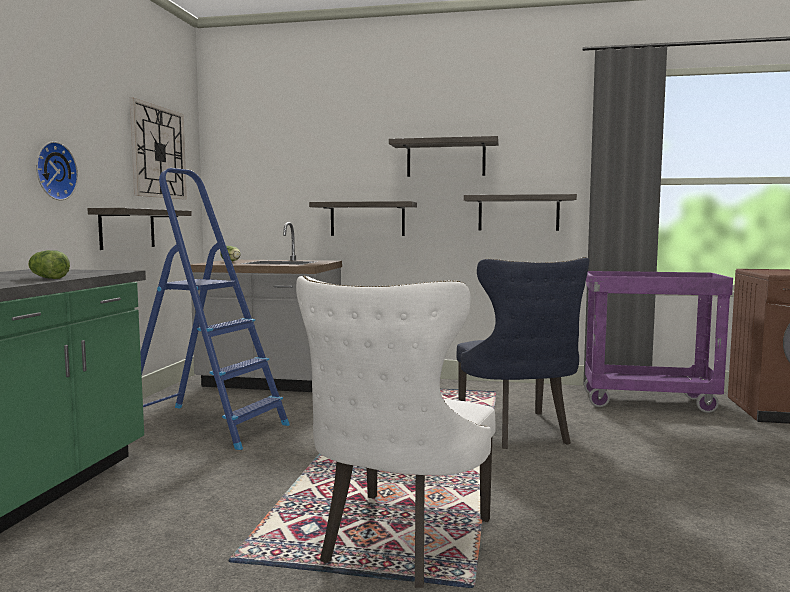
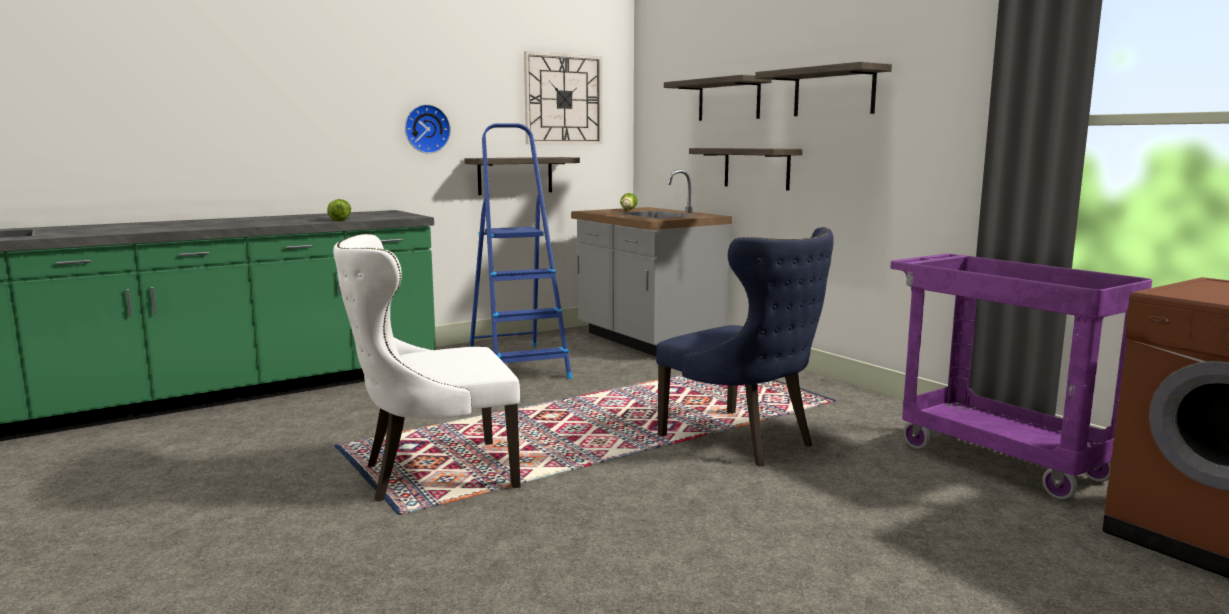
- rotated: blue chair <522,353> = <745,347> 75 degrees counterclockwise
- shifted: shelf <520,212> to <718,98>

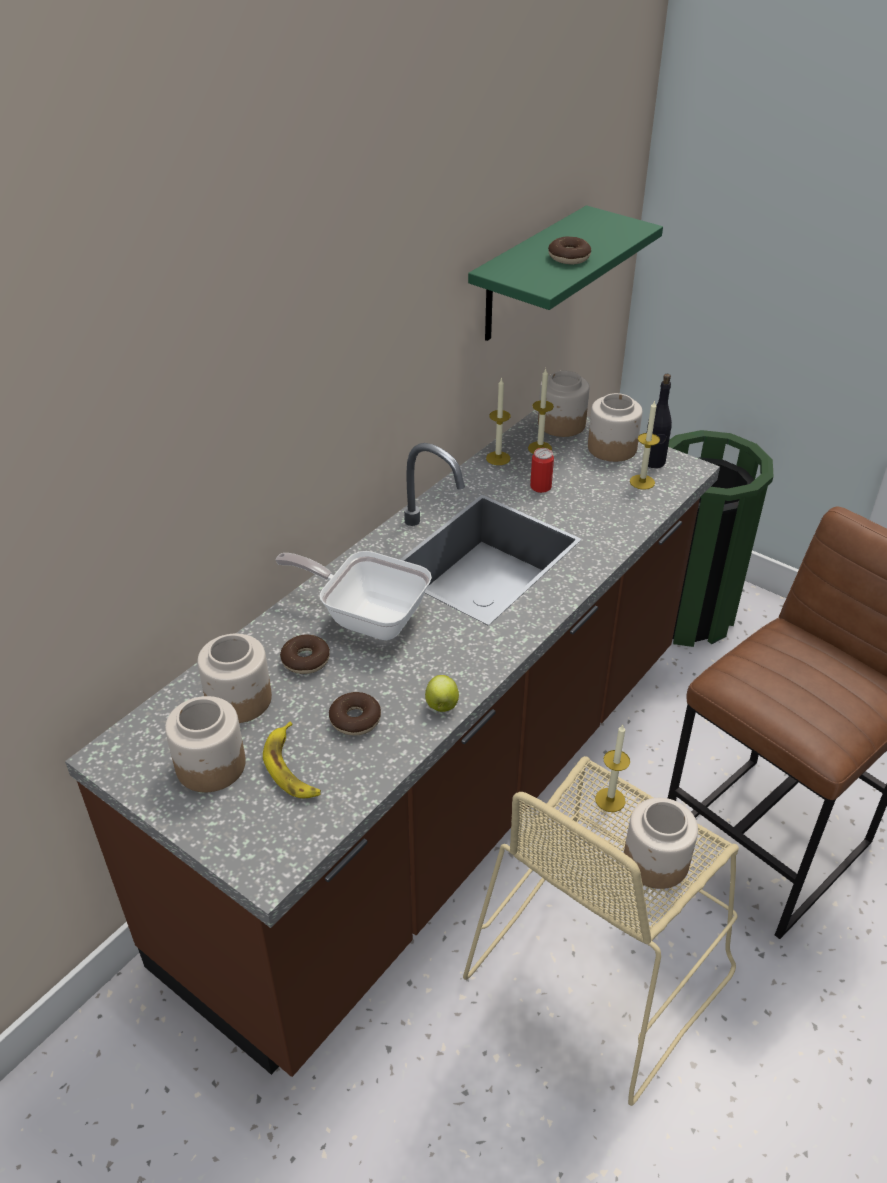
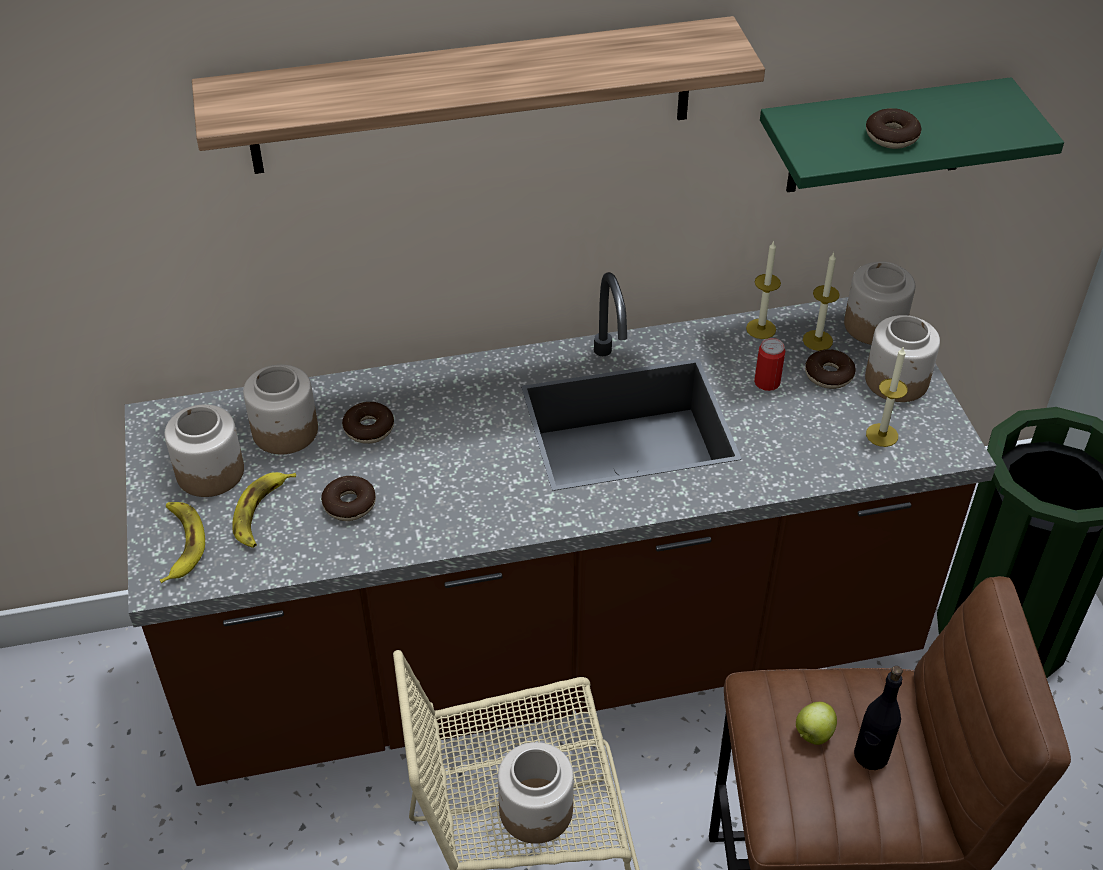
- gone: frying pan <353,595>
- shifted: apple <442,693> to <816,723>
- gone: candle <612,768>
- shifted: black bottle <659,421> to <878,718>
- new: banana <182,542>
- new: shelf <478,95>
- new: donut <830,369>

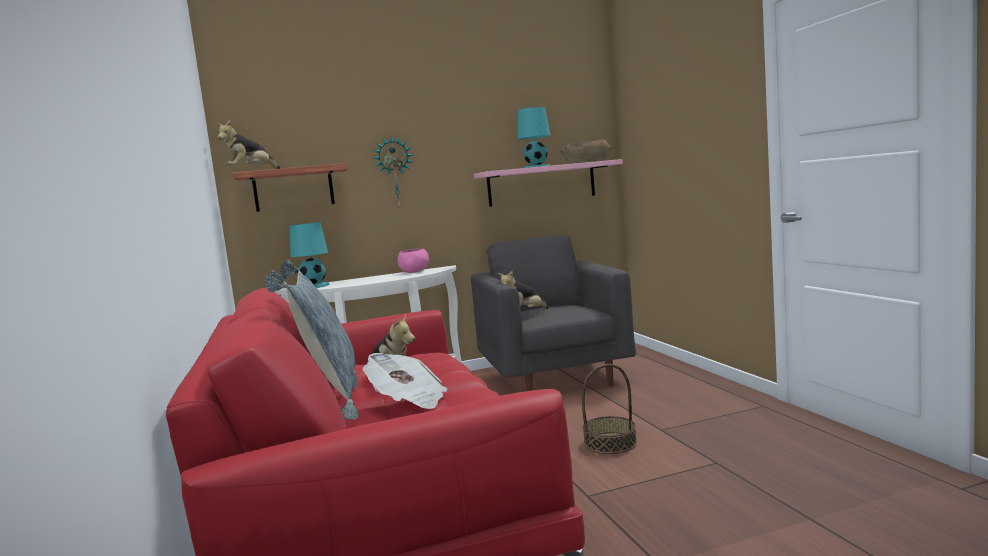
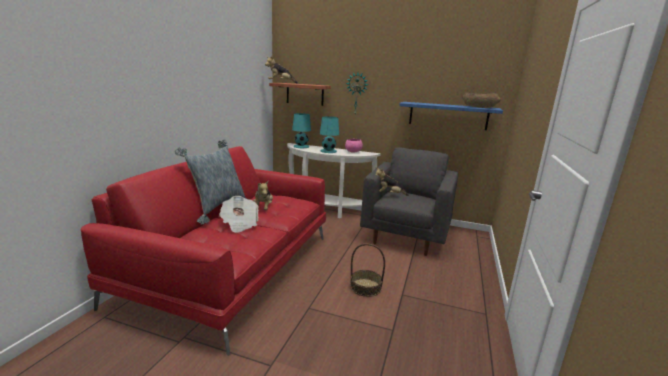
- repainted: pink shelf <548,183> to blue shelf <451,116>
- shifted: turquoise table lamp <534,137> to <329,134>

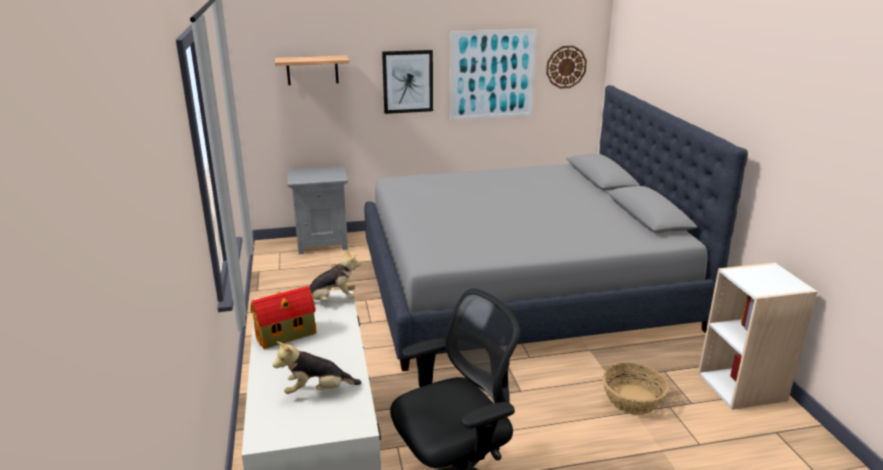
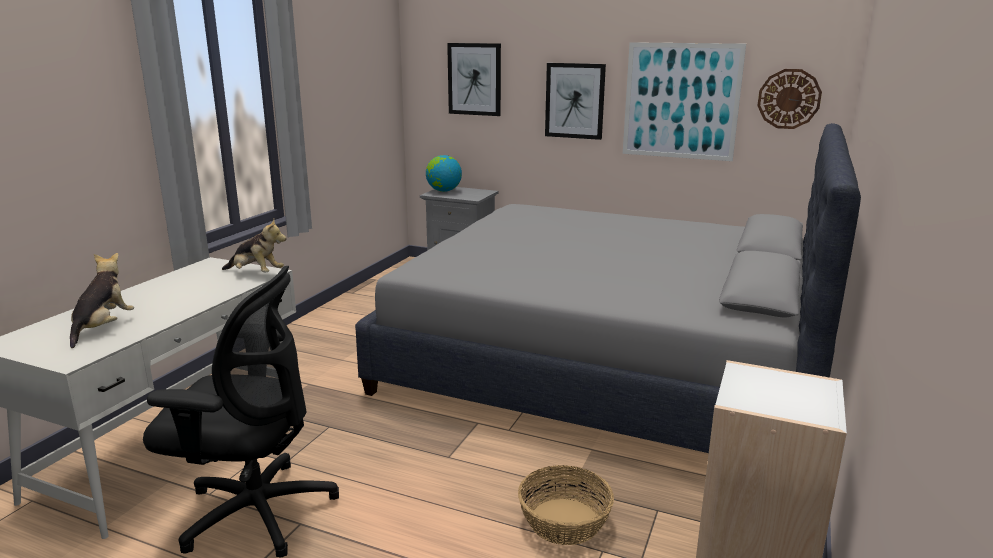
- gone: toy house <283,317>
- rotated: plush toy <317,367> = <102,300> 75 degrees clockwise
- swapped: shelf <312,70> to picture <474,79>
- new: globe <444,173>

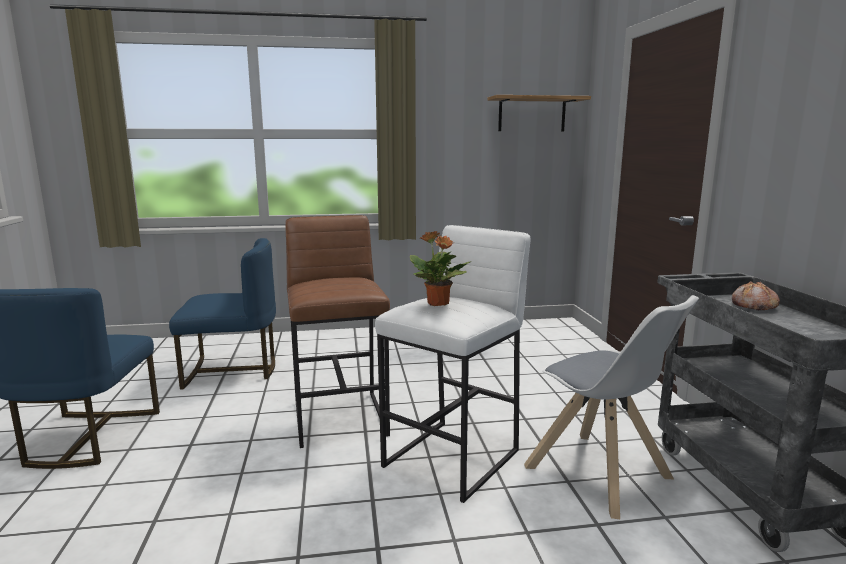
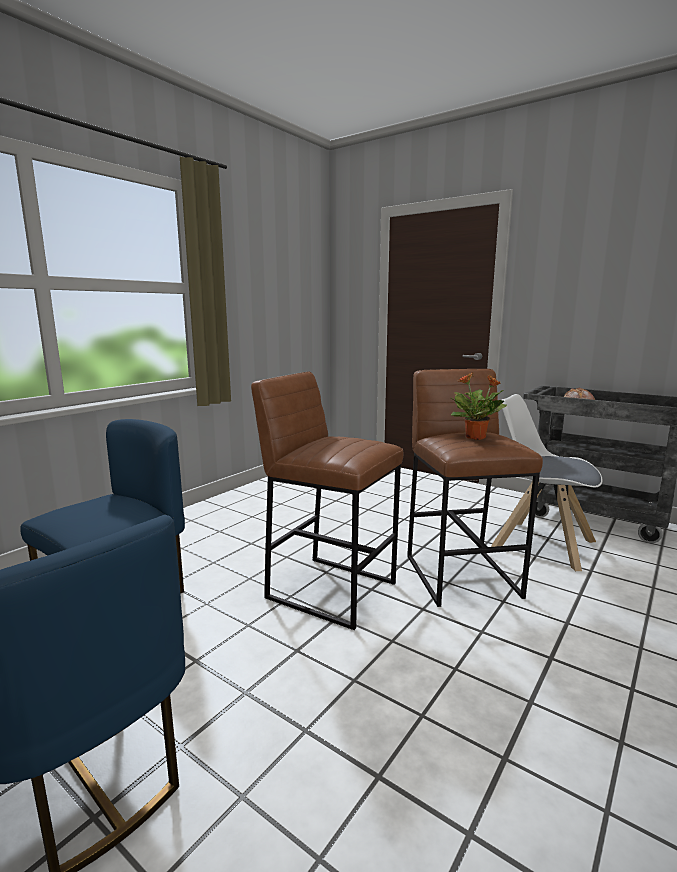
- repainted: white stool <452,364> to brown stool <475,488>
- gone: shelf <539,113>
- rotated: chair <611,407> = <546,482> 150 degrees counterclockwise

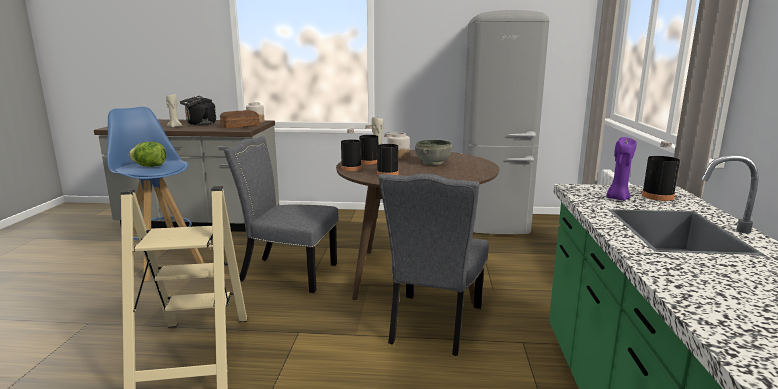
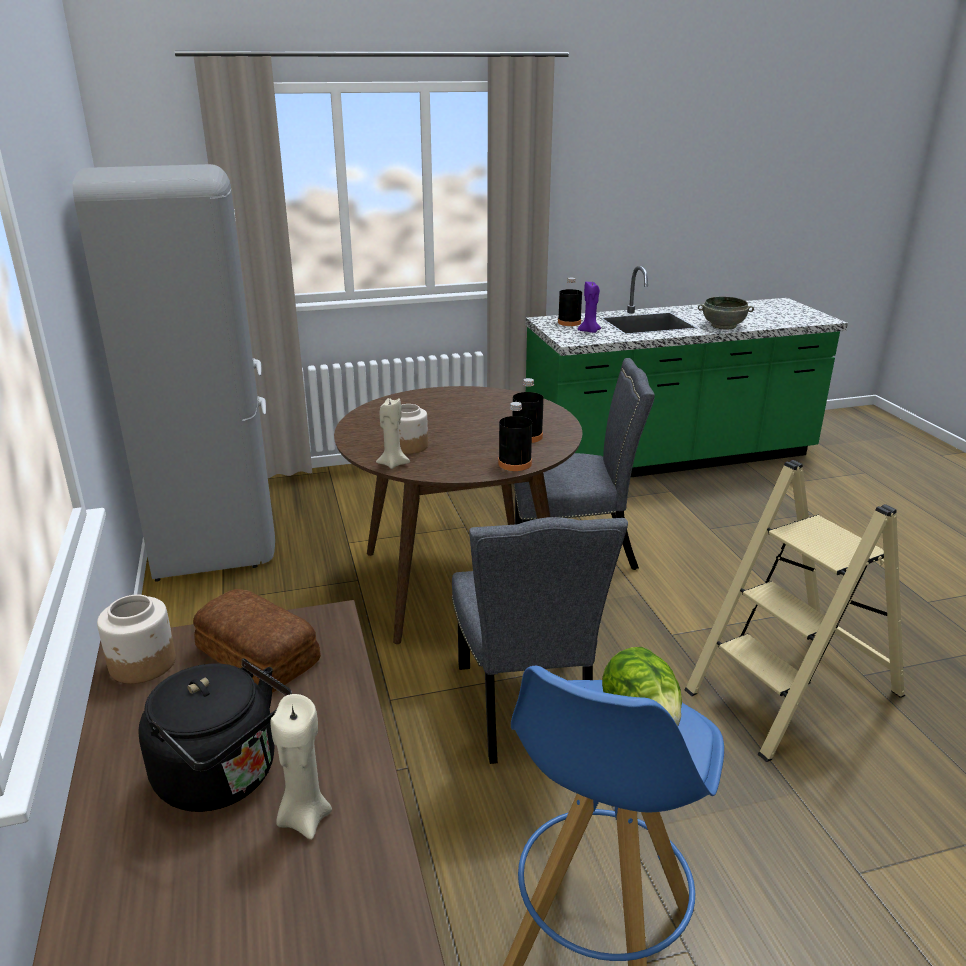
- gone: black bottle <368,144>
- shifted: grey bowl <433,152> to <726,312>

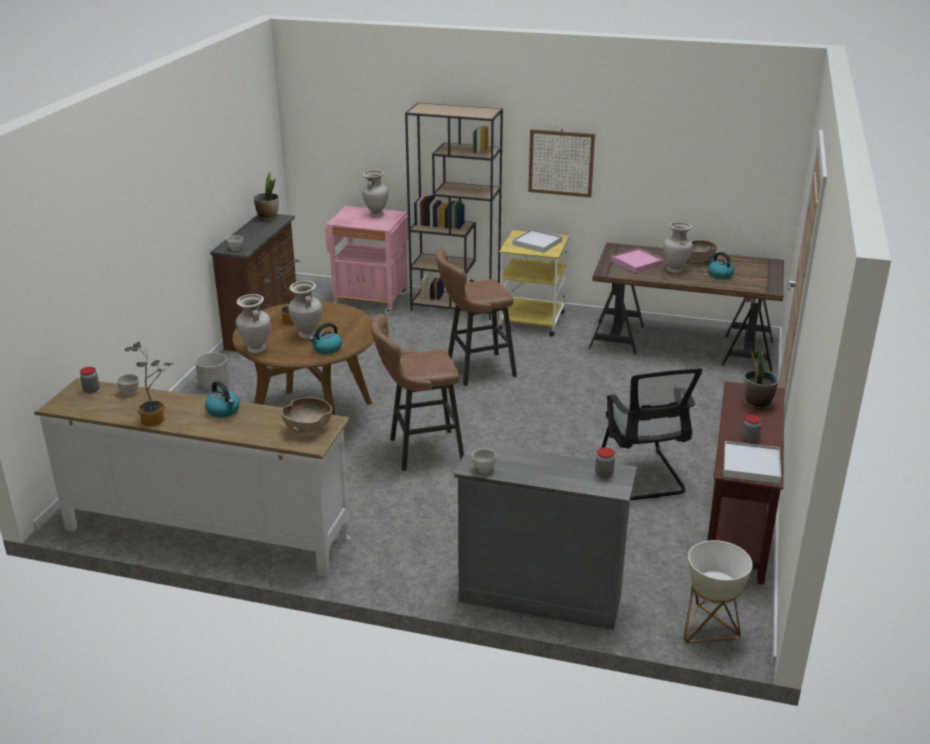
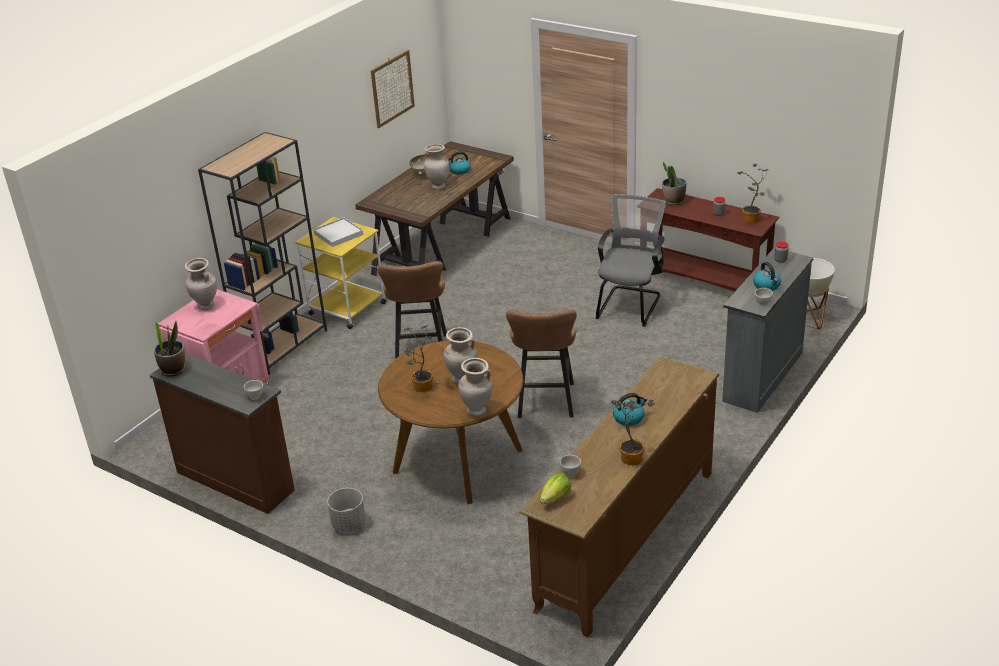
- repainted: white cabinet <192,477> to brown cabinet <619,496>
- swapped: jar <89,380> to lettuce <555,489>
- gone: brown bowl <306,415>
- shifted: kettle <325,338> to <767,276>
- shifted: picture <561,163> to <393,89>
- rotated: chair <651,434> = <631,260> 75 degrees counterclockwise
- gone: pink tray <637,260>
- swapped: white tray <752,462> to potted plant <752,193>

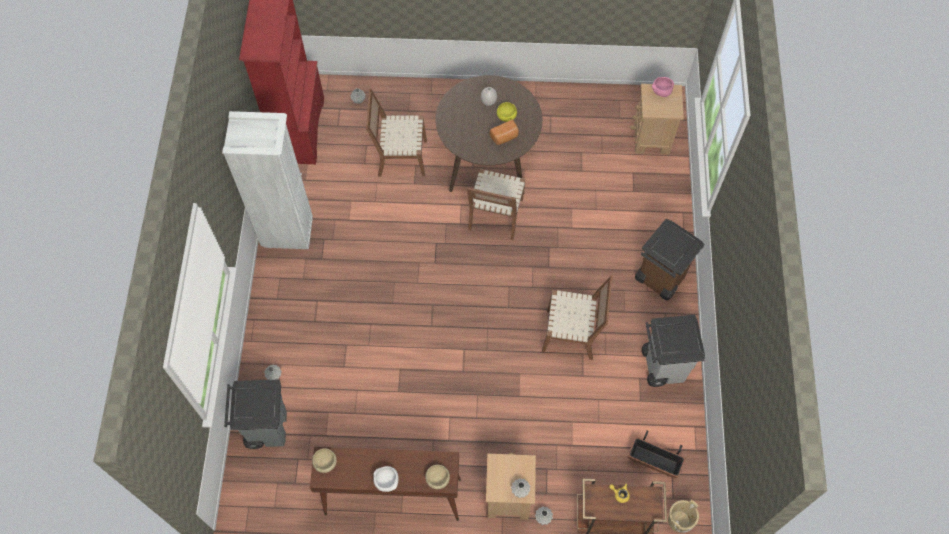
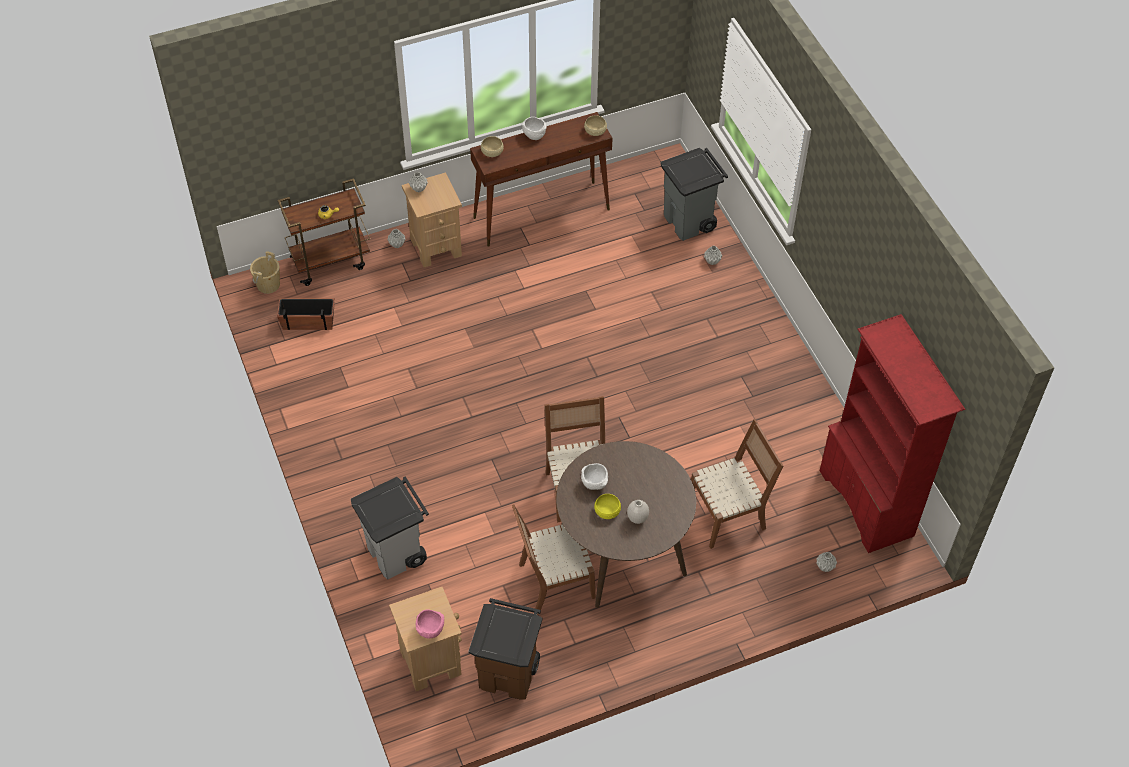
- gone: white cabinet <267,180>
- swapped: bread <504,132> to white bowl <594,476>
- shifted: chair <577,318> to <553,559>
- shifted: brown trash can <670,259> to <505,648>
- shifted: grey trash can <673,351> to <390,528>

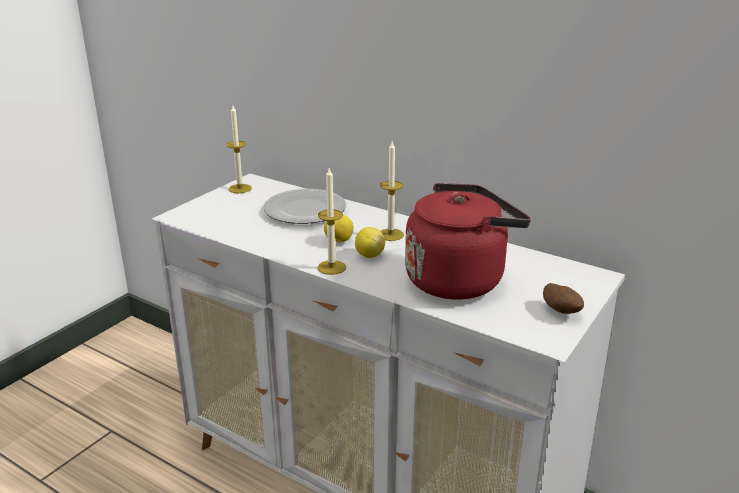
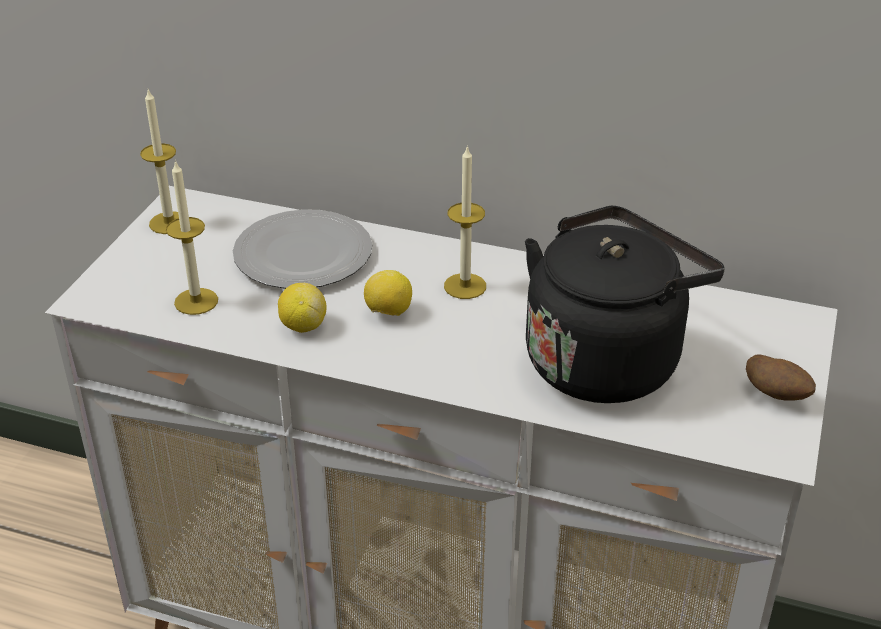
- shifted: candle <332,221> to <192,237>
- shifted: lemon <370,242> to <302,308>
- repainted: red kettle <468,241> to black kettle <625,304>

